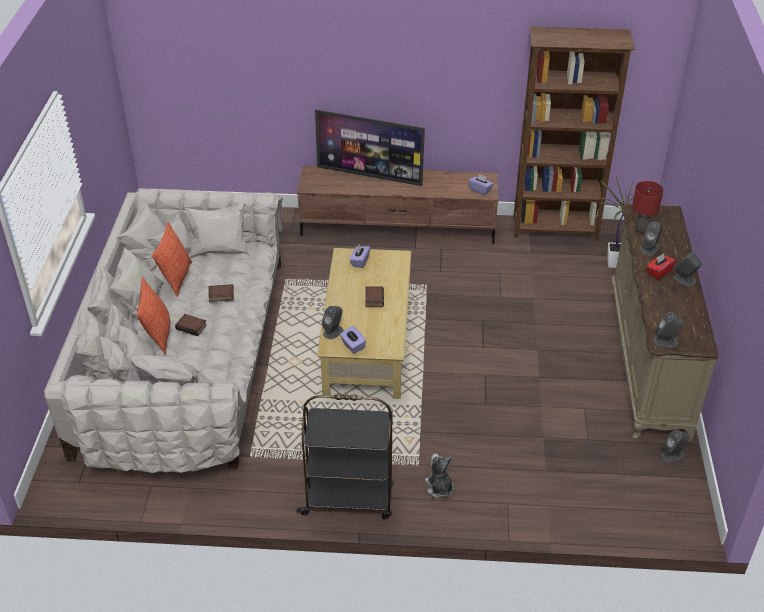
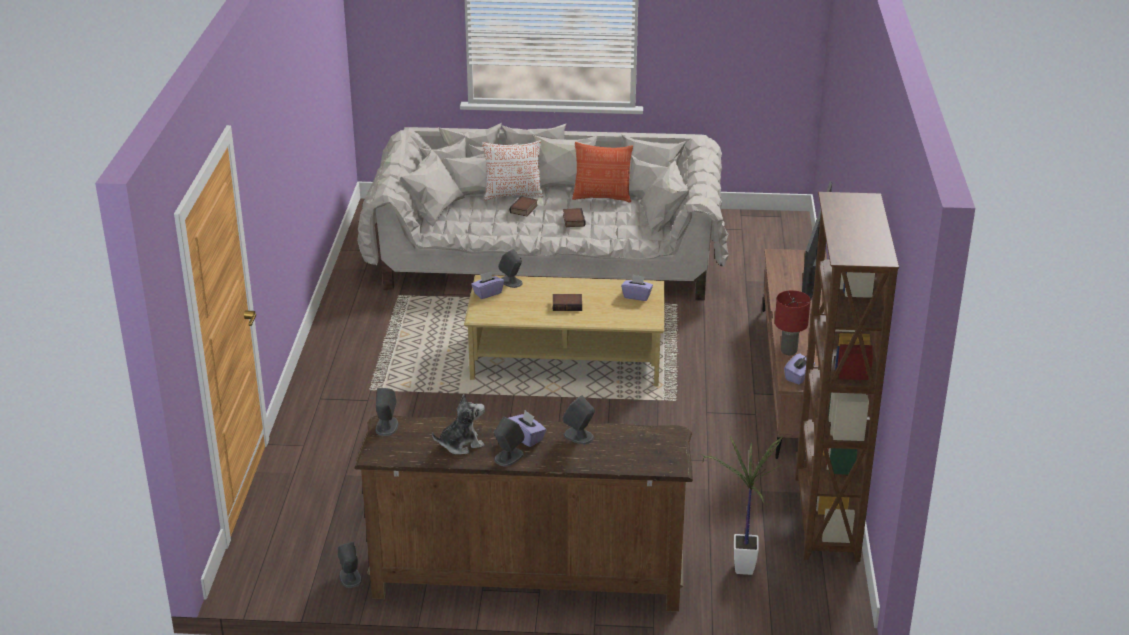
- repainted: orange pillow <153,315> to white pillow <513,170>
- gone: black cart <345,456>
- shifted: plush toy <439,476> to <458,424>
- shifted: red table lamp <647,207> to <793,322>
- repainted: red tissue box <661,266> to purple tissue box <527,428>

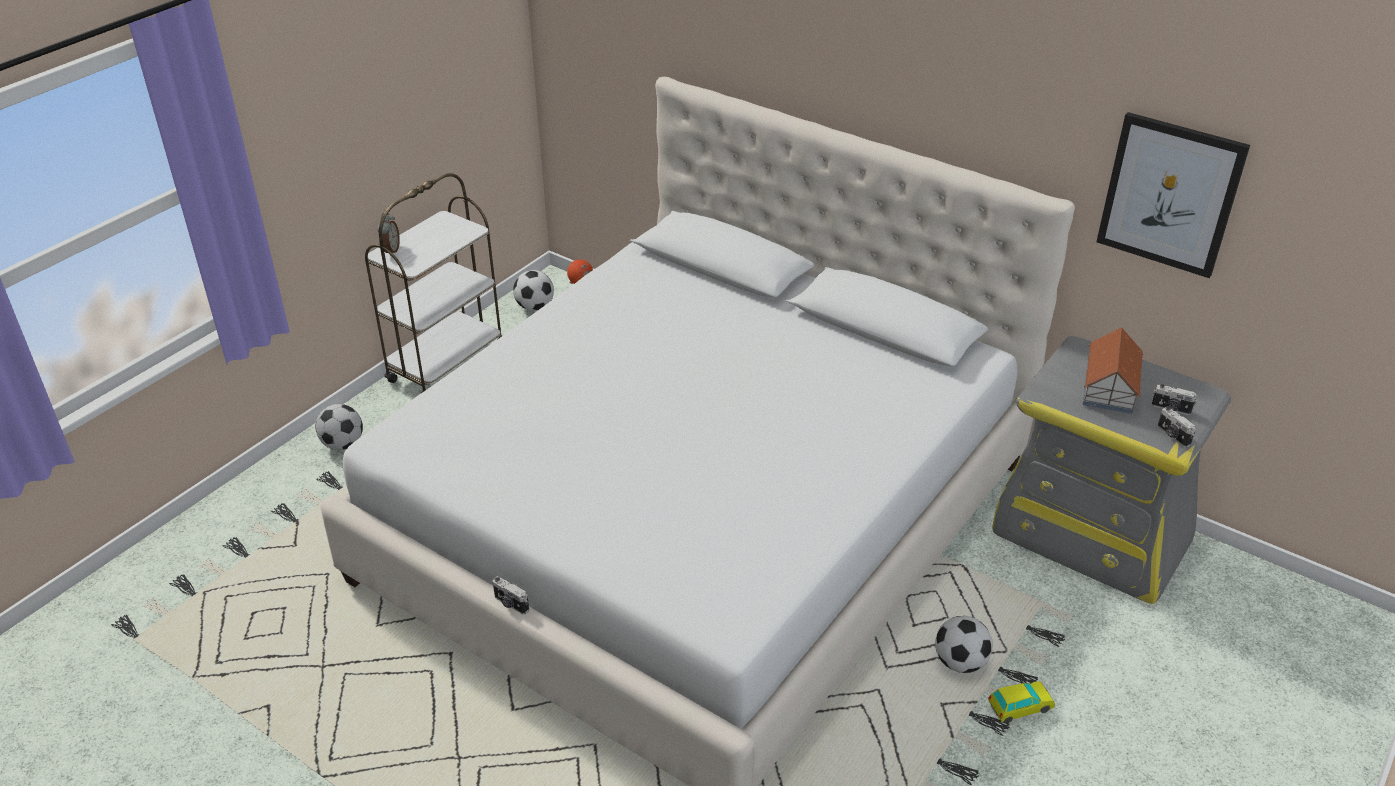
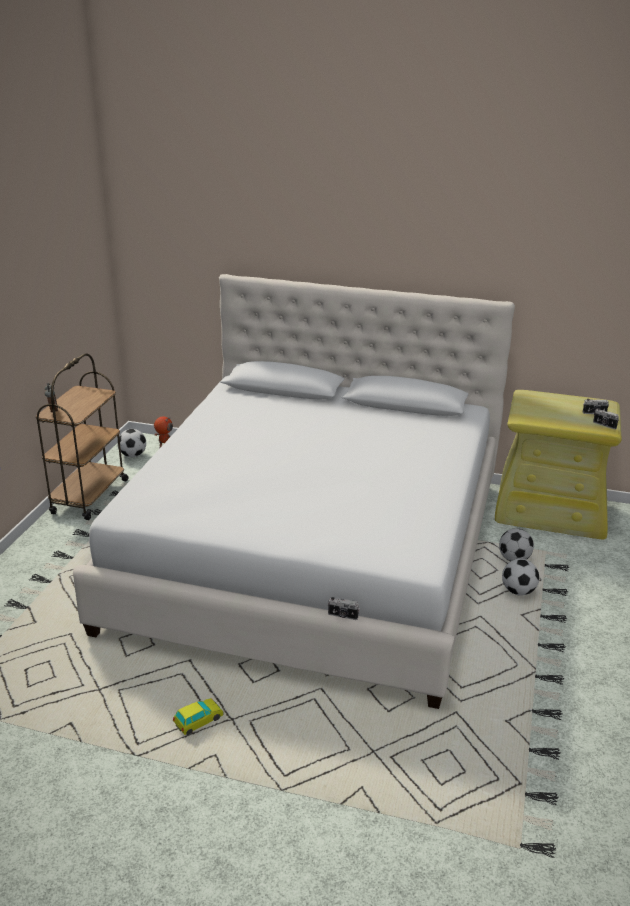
- shifted: football <339,427> to <516,544>
- repainted: white cart <433,283> to brown cart <82,436>
- shifted: photo camera <510,595> to <344,608>
- shifted: toy car <1021,702> to <198,716>
- repainted: grey nightstand <1111,470> to yellow nightstand <558,464>
- gone: toy house <1113,370>
- gone: picture <1173,195>

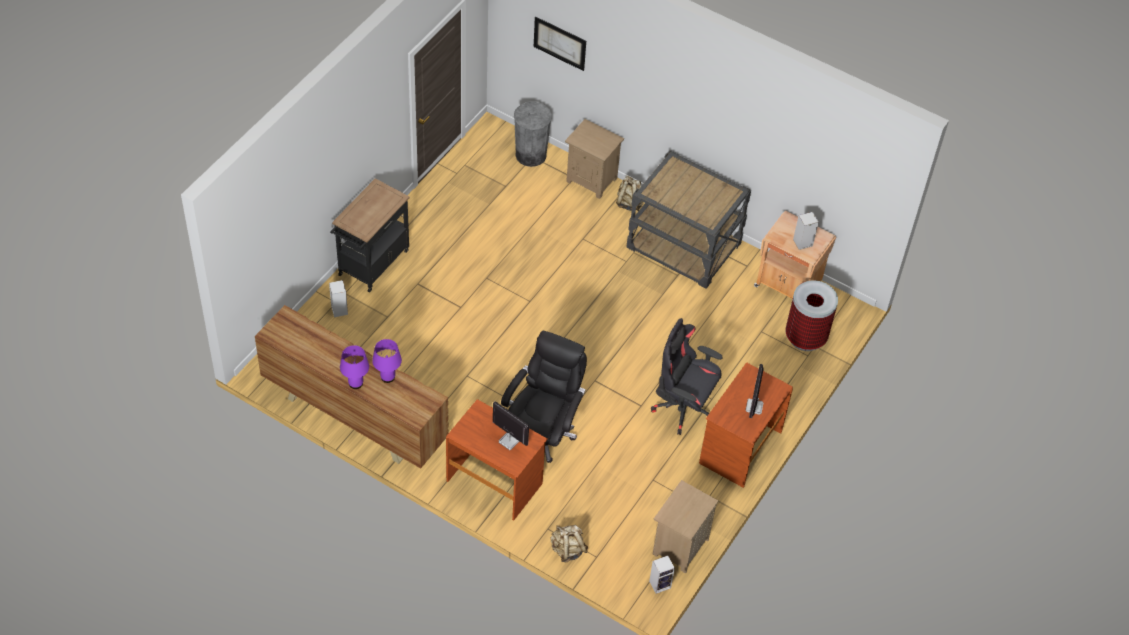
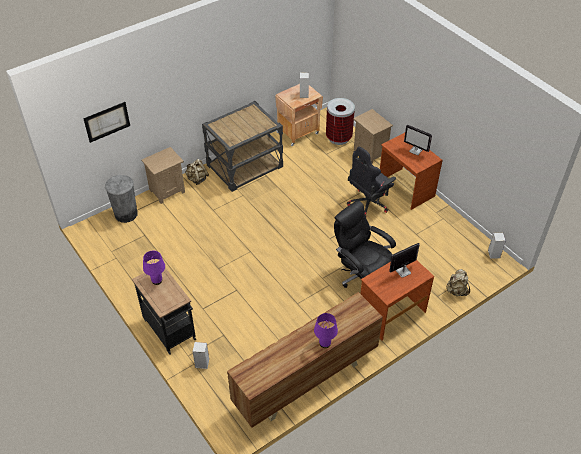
- shifted: purple table lamp <387,361> to <154,268>
- shifted: beige nightstand <685,526> to <373,136>

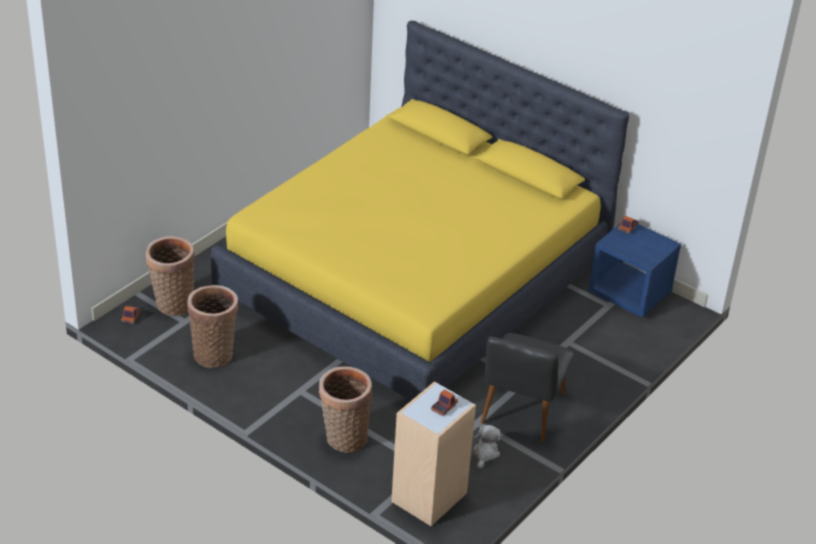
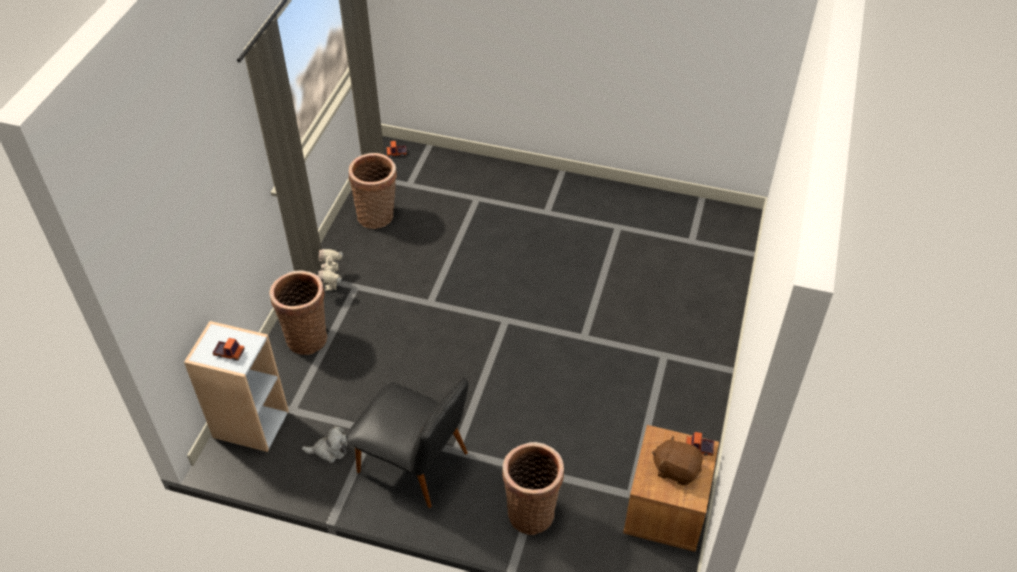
- shifted: basket <170,276> to <533,488>
- gone: yellow bed <420,211>
- rotated: black chair <527,387> = <407,443> 150 degrees counterclockwise
- repainted: blue nightstand <635,270> to brown nightstand <671,488>
- new: toy robot <330,270>
- new: brown plush toy <677,460>

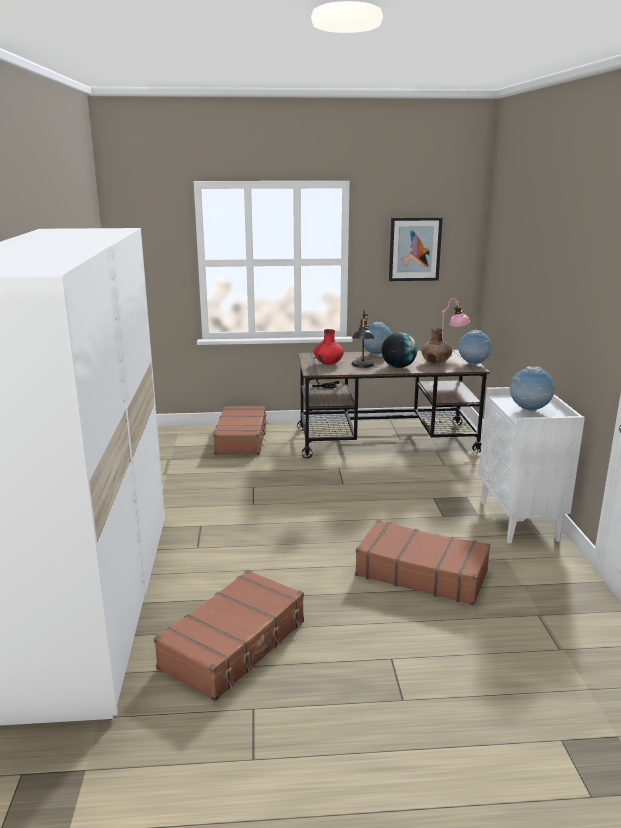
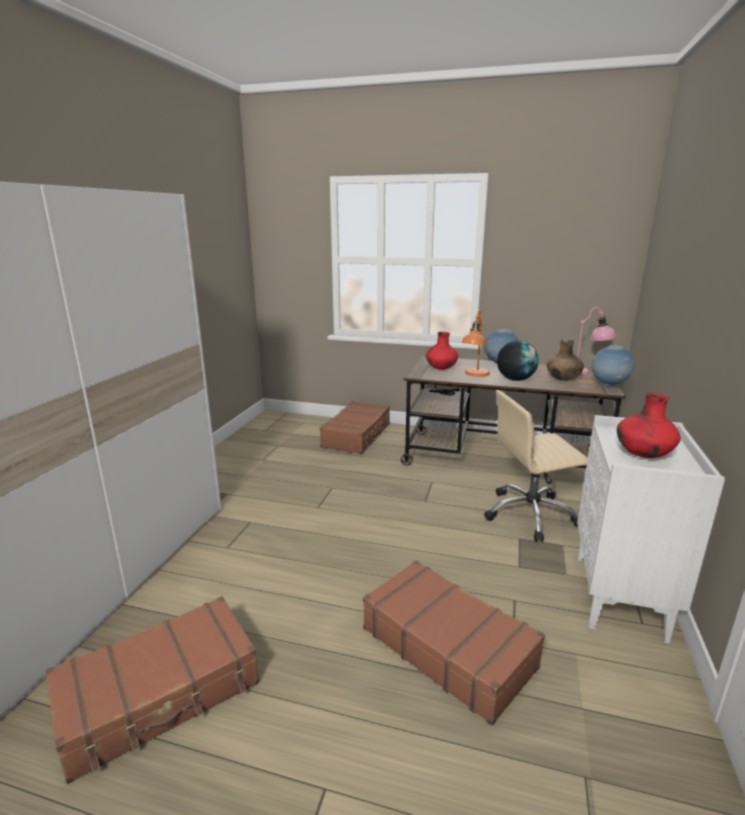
- repainted: grey table lamp <363,338> to orange table lamp <475,343>
- gone: picture <416,249>
- swapped: globe <532,389> to red vase <649,425>
- new: beige office chair <536,466>

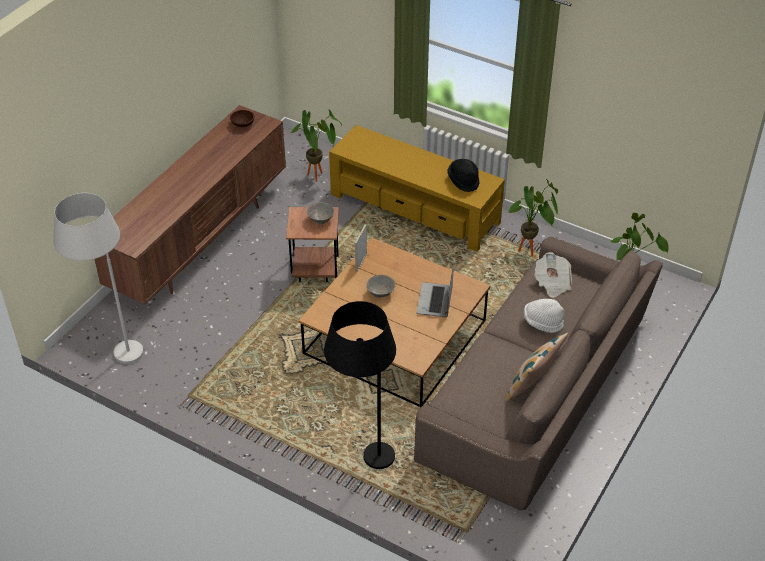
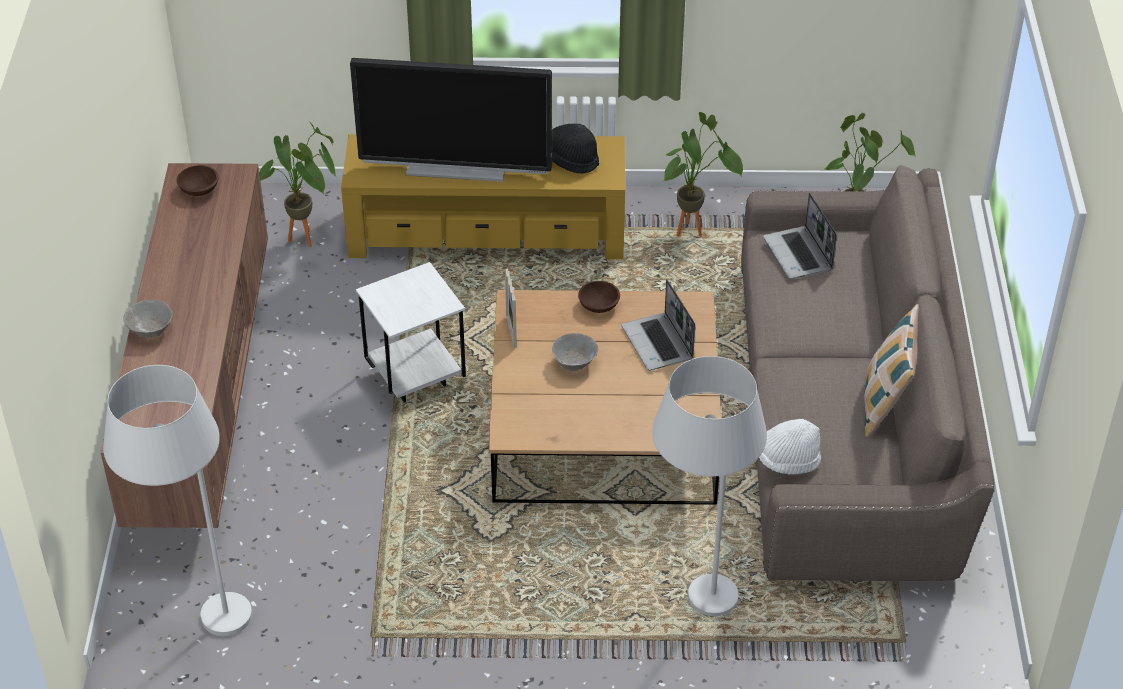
- repainted: brown side table <312,244> to white side table <411,332>
- shifted: grey bowl <320,213> to <148,318>
- repainted: black floor lamp <360,385> to white floor lamp <709,486>
- shifted: white hat <544,316> to <790,446>
- swapped: newspaper <553,275> to laptop <800,236>
- new: television <451,120>
- new: brown bowl <599,297>

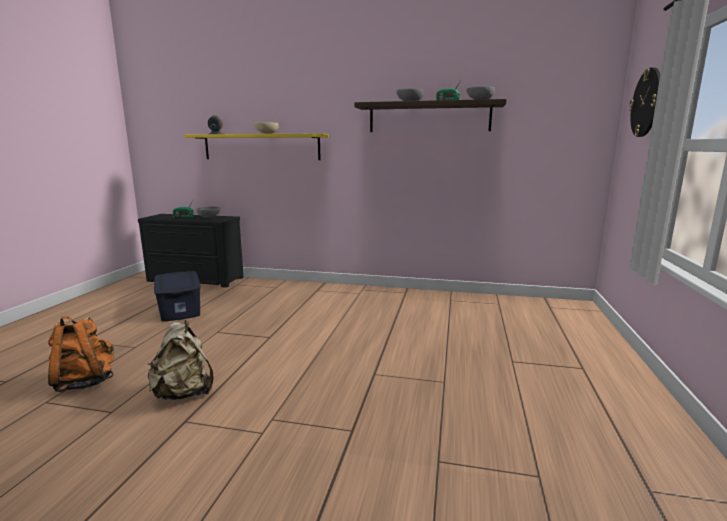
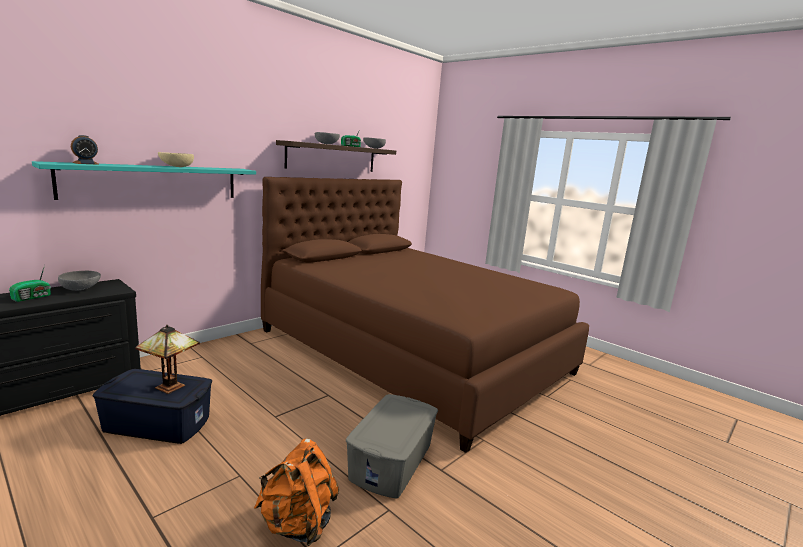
- swapped: beige backpack <180,360> to grey storage box <392,446>
- repainted: yellow shelf <256,147> to turquoise shelf <144,180>
- gone: wall clock <644,102>
- new: table lamp <167,359>
- new: brown bed <425,315>

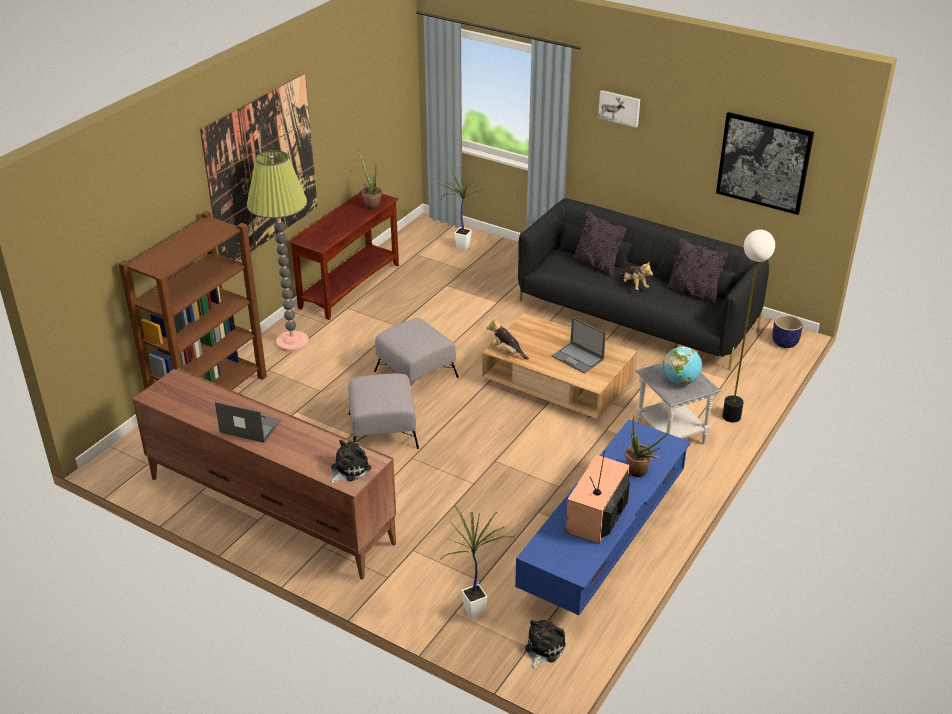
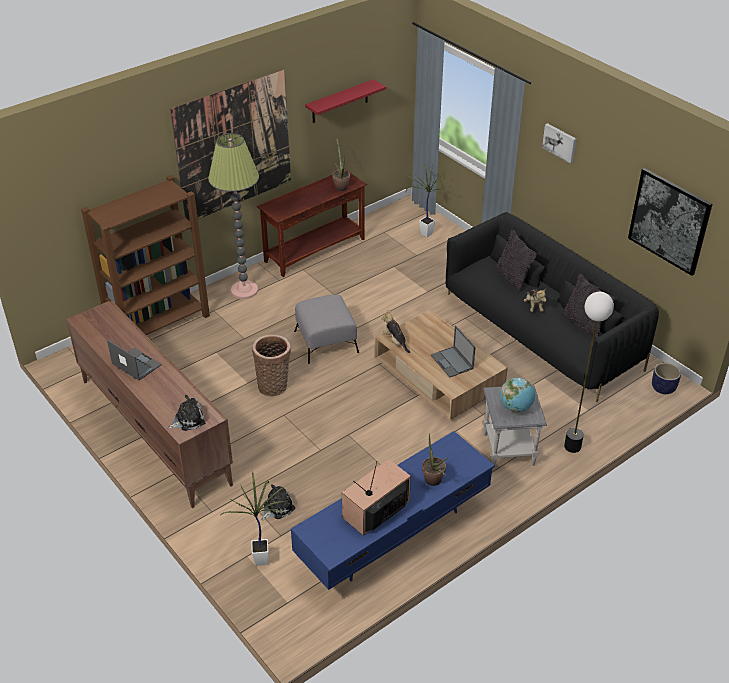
- swapped: grey ottoman <383,411> to basket <271,365>
- shifted: plush toy <545,644> to <278,502>
- new: red shelf <345,101>

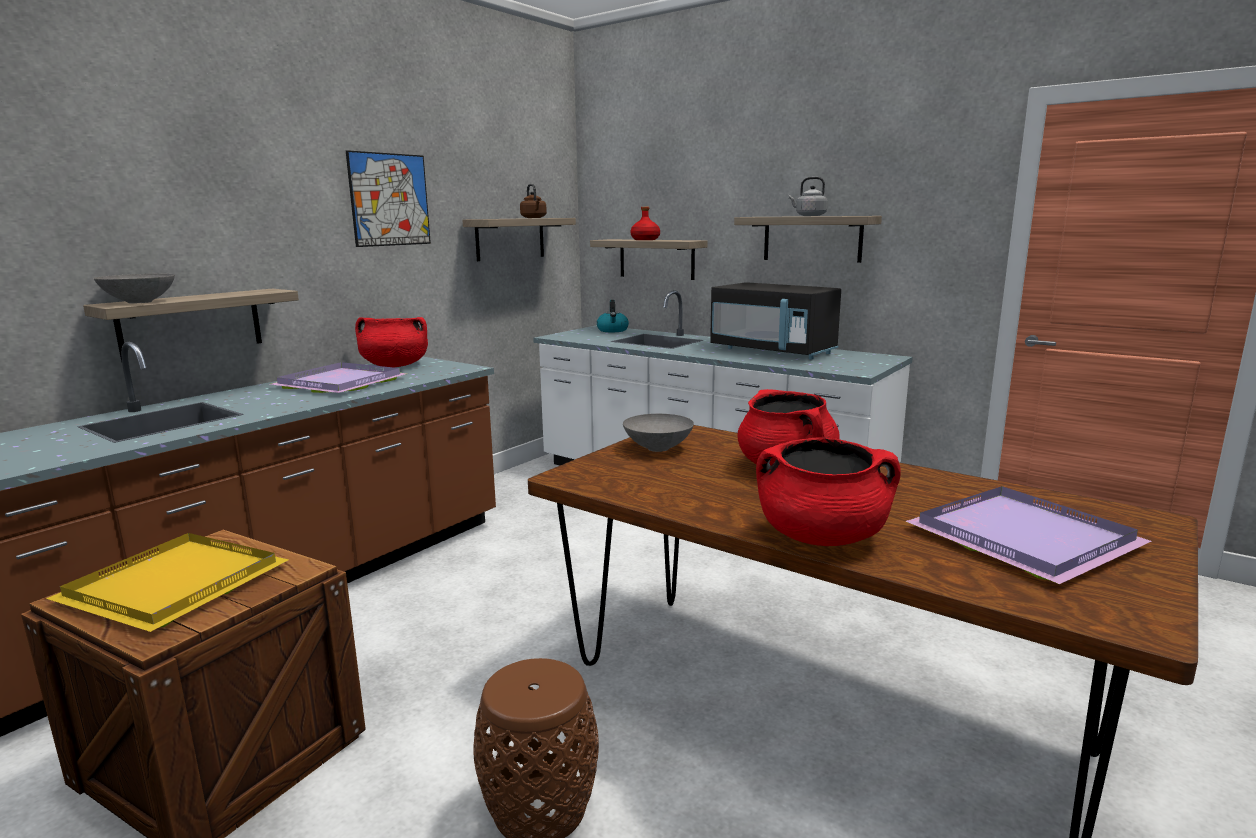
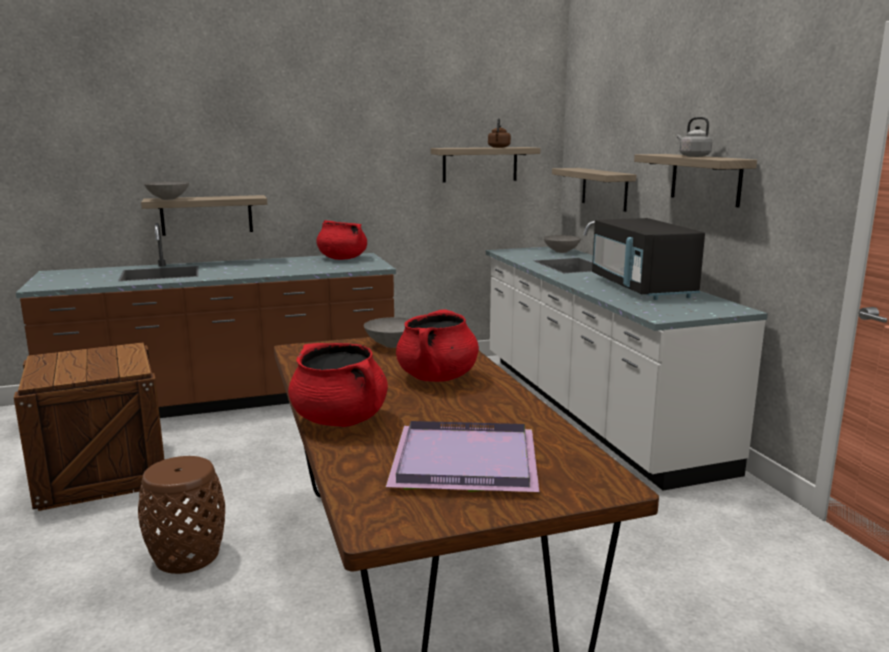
- gone: yellow tray <167,582>
- gone: purple tray <339,377>
- gone: picture <388,198>
- swapped: kettle <613,316> to grey bowl <562,244>
- gone: red bottle <645,223>

